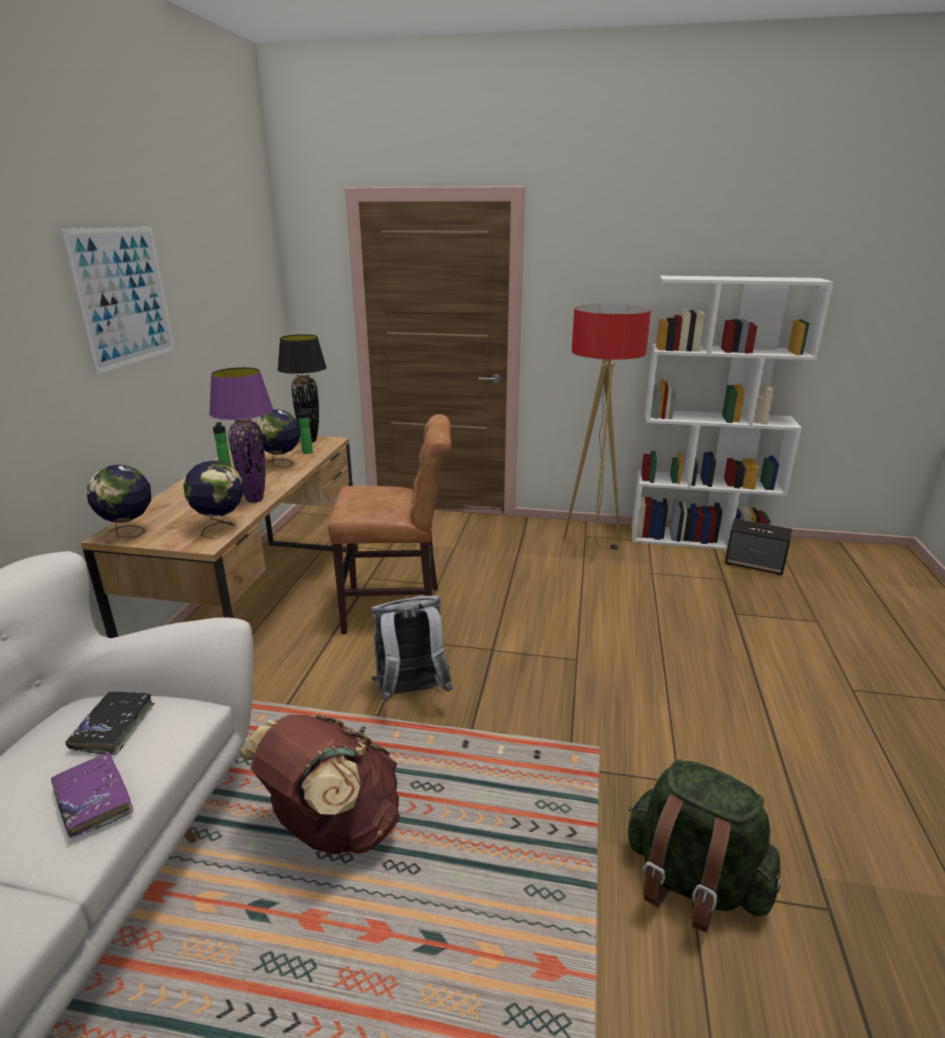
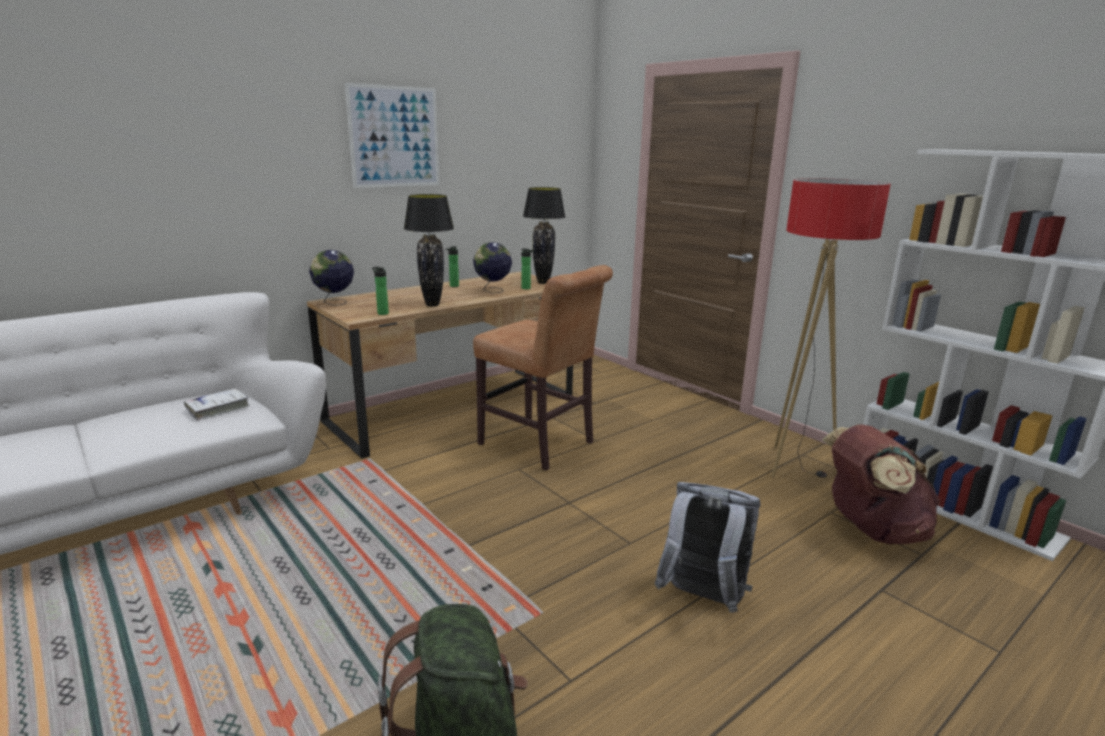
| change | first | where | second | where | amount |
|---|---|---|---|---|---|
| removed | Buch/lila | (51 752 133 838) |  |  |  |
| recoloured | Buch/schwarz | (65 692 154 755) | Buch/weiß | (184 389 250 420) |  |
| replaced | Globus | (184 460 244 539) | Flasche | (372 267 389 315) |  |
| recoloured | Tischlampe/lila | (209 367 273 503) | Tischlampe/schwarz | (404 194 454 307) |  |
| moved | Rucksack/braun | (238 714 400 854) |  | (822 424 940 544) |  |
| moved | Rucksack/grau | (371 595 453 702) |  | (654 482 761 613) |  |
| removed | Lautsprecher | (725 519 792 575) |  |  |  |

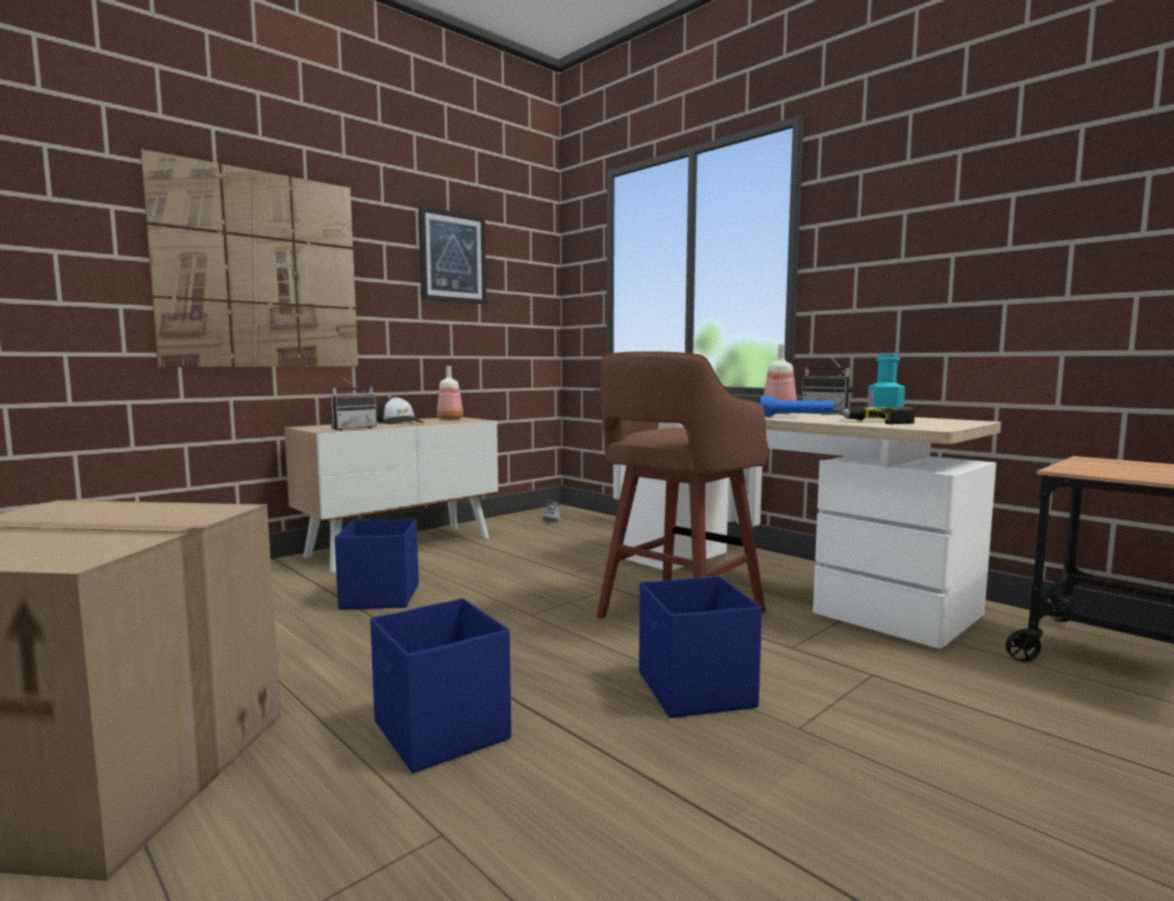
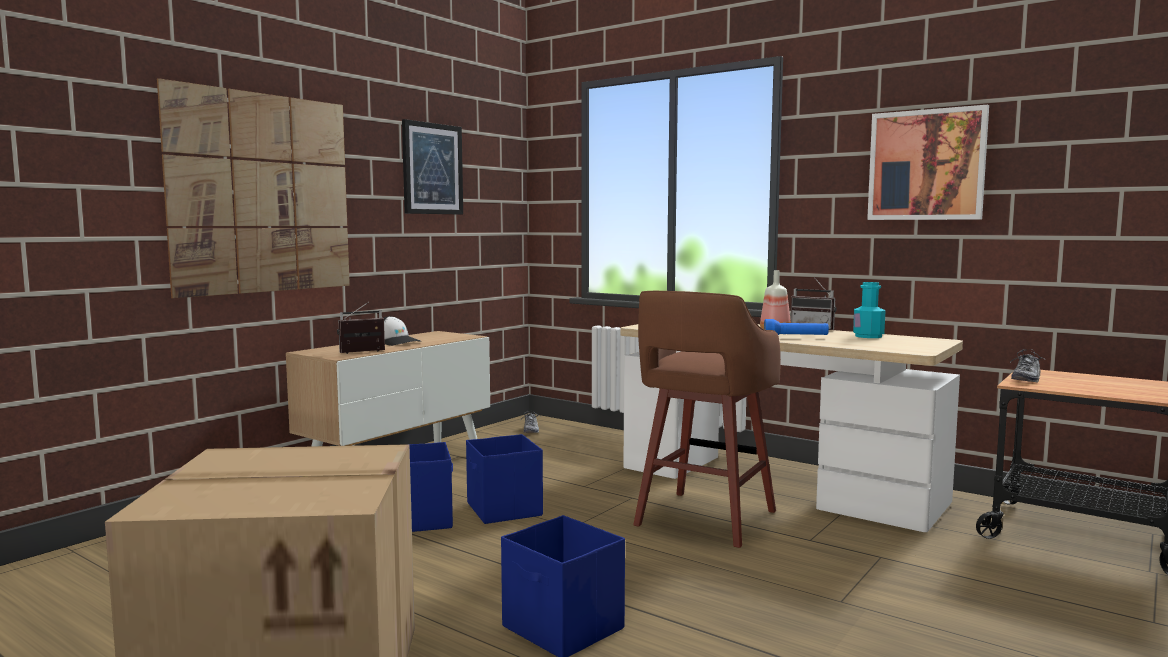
| change | first | where | second | where | amount |
|---|---|---|---|---|---|
| turned | Radio | (330 376 377 430) |  | (337 302 385 354) | 150 degrees counterclockwise |
| removed | Flasche | (437 366 463 420) |  |  |  |
| moved | Aufbewahrungsbox/blau | (639 576 762 718) |  | (466 434 543 524) |  |
| removed | Bohrmaschine | (822 406 915 424) |  |  |  |
| added |  |  | Bild | (867 105 989 220) |  |
| added |  |  | Schuh | (1011 349 1046 382) |  |

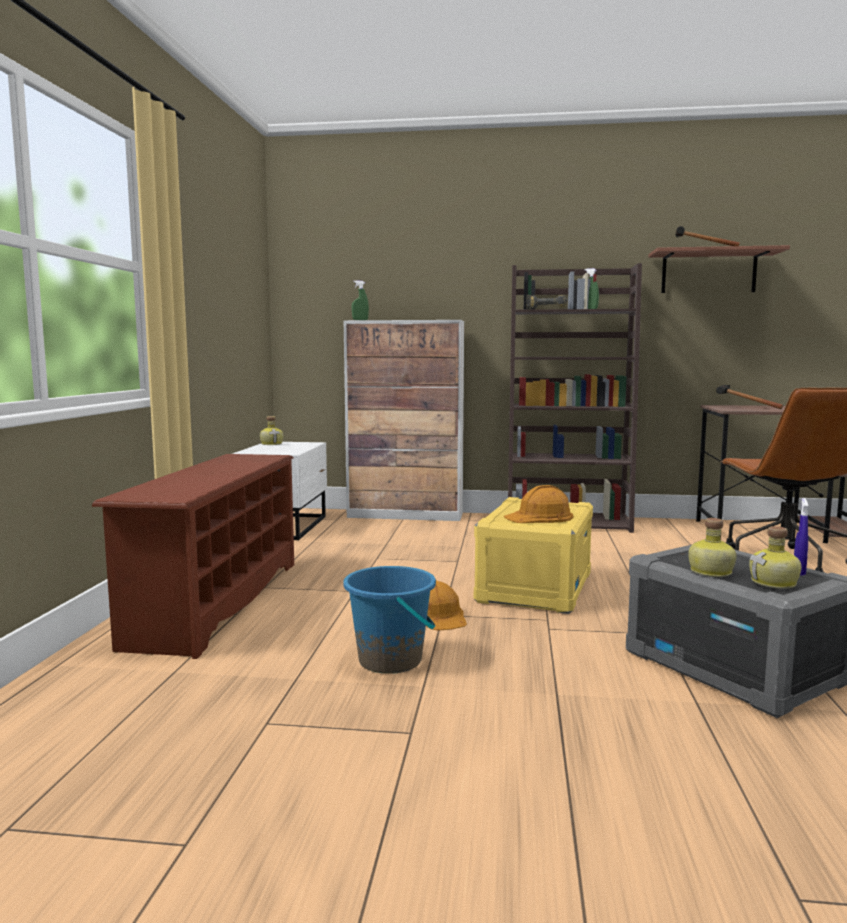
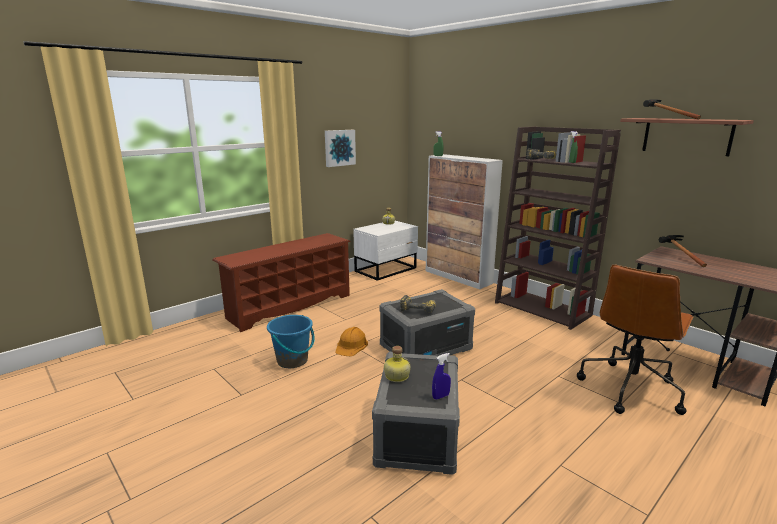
| change | first | where | second | where | amount |
|---|---|---|---|---|---|
| recoloured | Aufbewahrungsbox/gelb | (474 497 593 614) | Aufbewahrungsbox/grau | (379 289 475 356) |  |
| replaced | Schutzhelm/orange | (504 485 573 523) | Bohrmaschine | (400 295 436 313) |  |
| removed | Flasche | (749 526 802 589) |  |  |  |
| added |  |  | Bild | (325 130 356 167) |  |

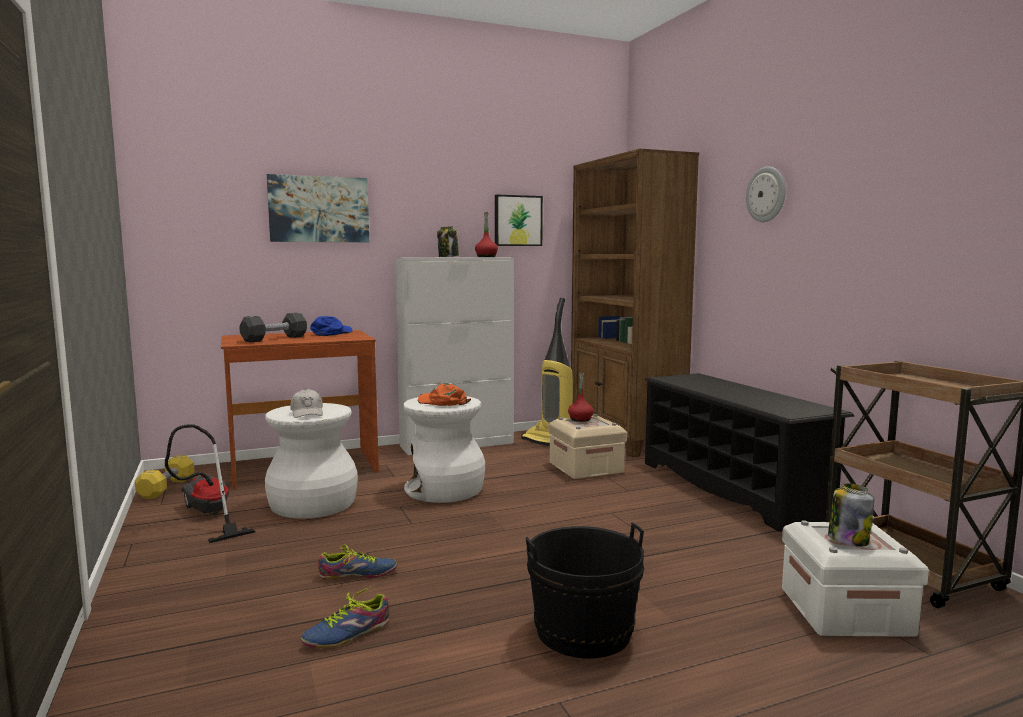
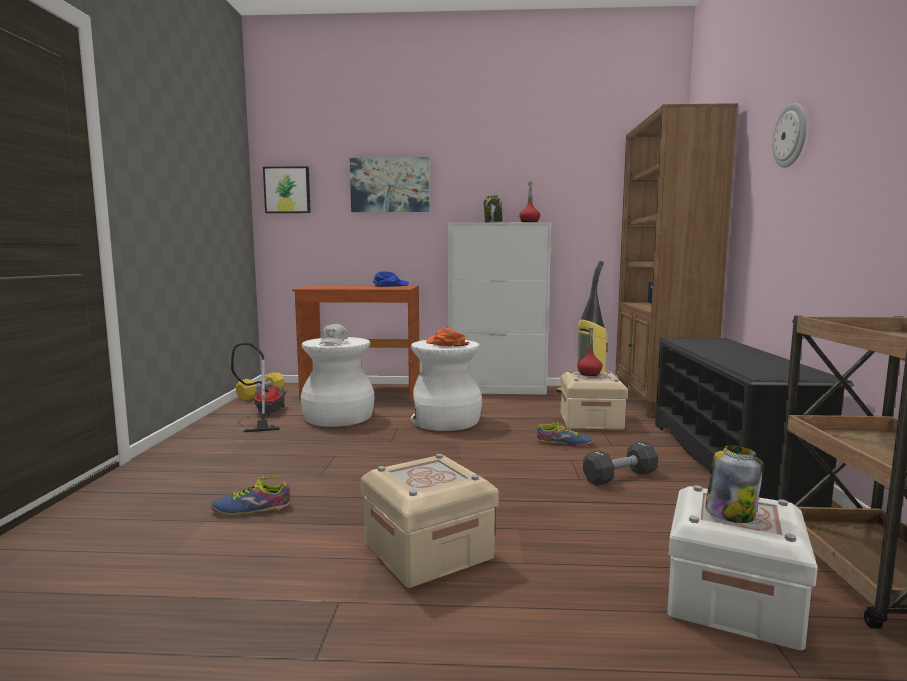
| change | first | where | second | where | amount |
|---|---|---|---|---|---|
| moved | Hantel/schwarz | (239 313 307 343) |  | (583 442 658 486) |  |
| moved | Schuh | (318 545 397 580) |  | (537 421 594 447) |  |
| moved | Bild | (495 195 543 246) |  | (263 166 311 213) |  |
| replaced | Eimer/schwarz | (526 523 644 659) | Aufbewahrungsbox/beige | (361 454 499 588) |  |

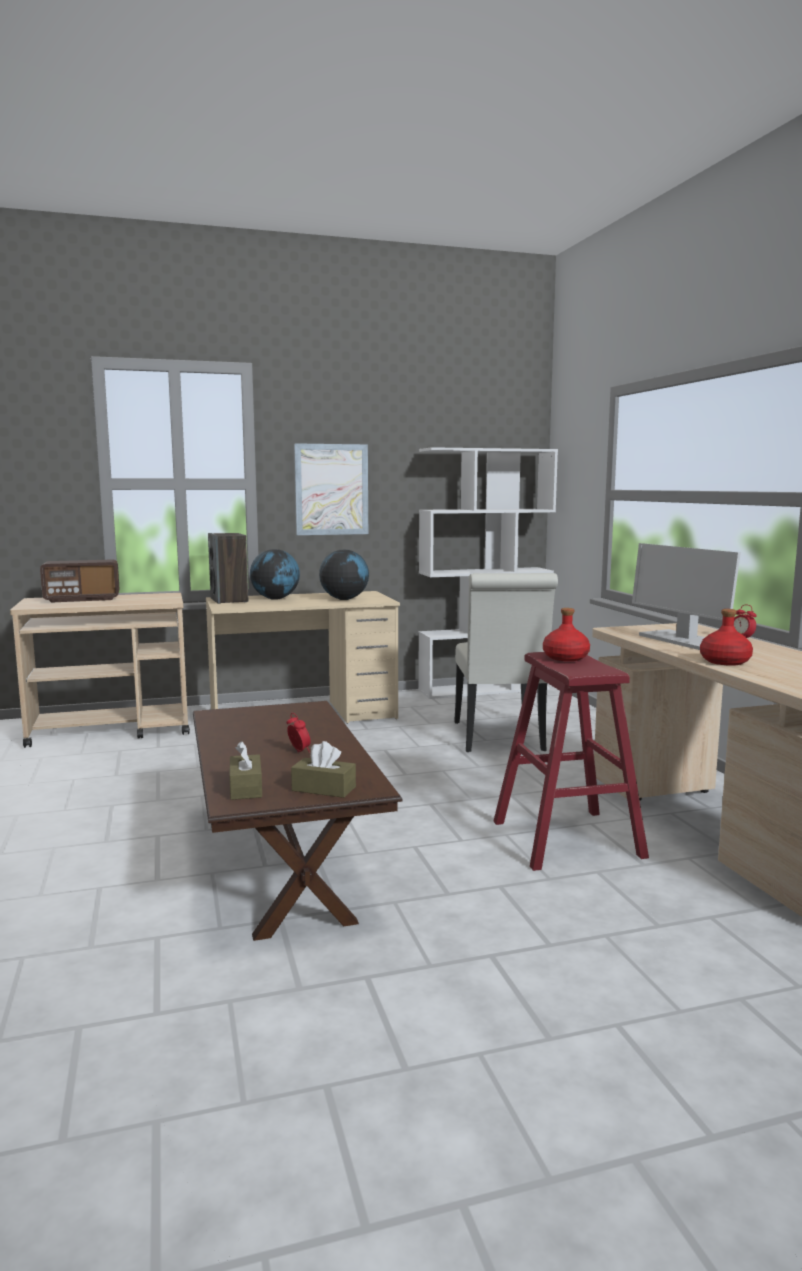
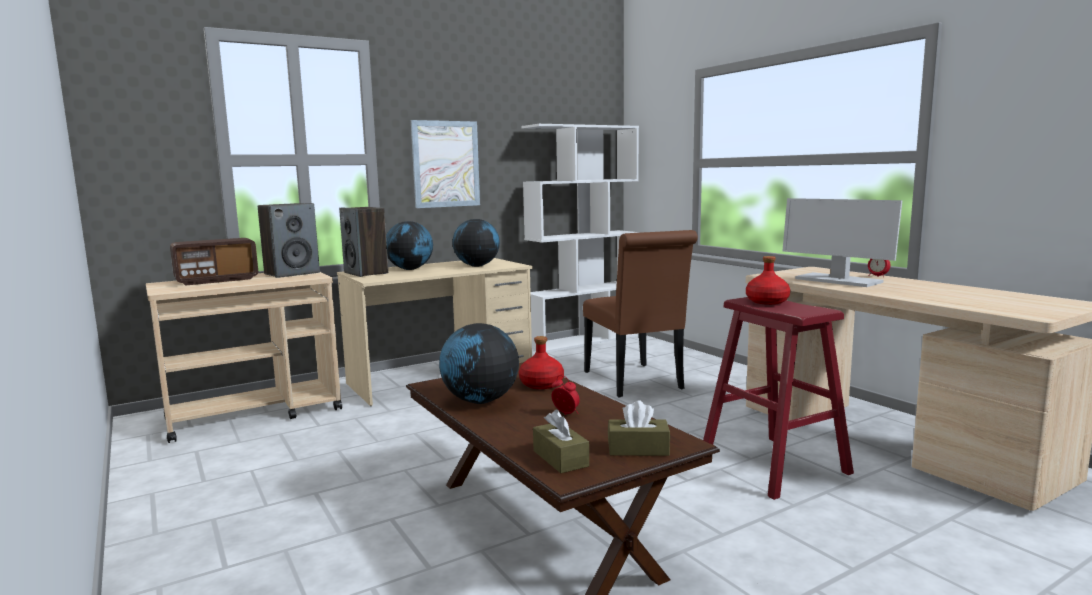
| change | first | where | second | where | amount |
|---|---|---|---|---|---|
| recoloured | Stuhl/weiß | (454 573 558 752) | Stuhl/braun | (583 230 698 398) |  |
| moved | Flasche/rot | (700 609 753 666) |  | (519 336 564 389) |  |
| added |  |  | Lautsprecher | (258 203 320 278) |  |
| added |  |  | Globus | (439 323 519 404) |  |

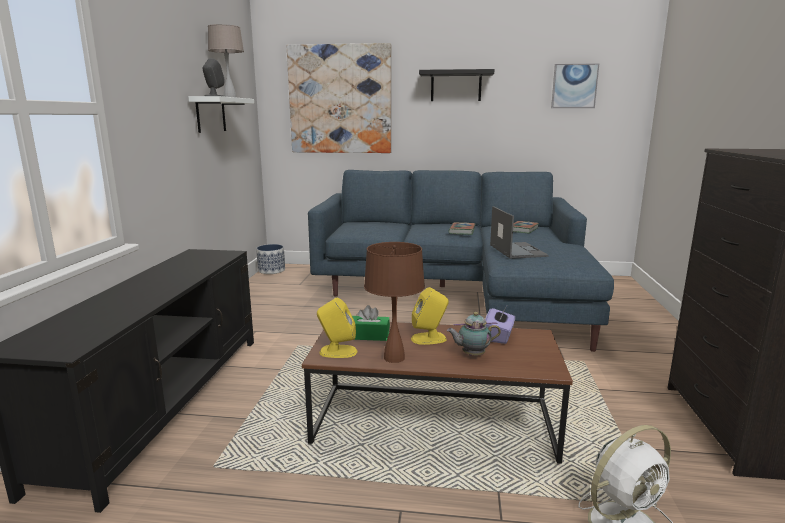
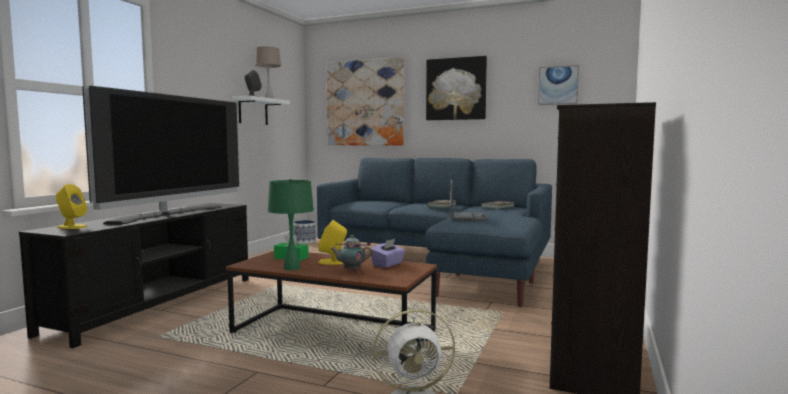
| change | first | where | second | where | amount |
|---|---|---|---|---|---|
| moved | Lautsprecher/gelb | (317 298 357 358) |  | (56 184 87 229) |  |
| recoloured | Tischlampe/braun | (364 242 425 363) | Tischlampe/grün | (268 179 314 270) |  |
| replaced | Wandregal/schwarz | (419 69 494 101) | Bild | (426 56 487 120) |  |
| added |  |  | Fernseher | (82 86 239 224) |  |

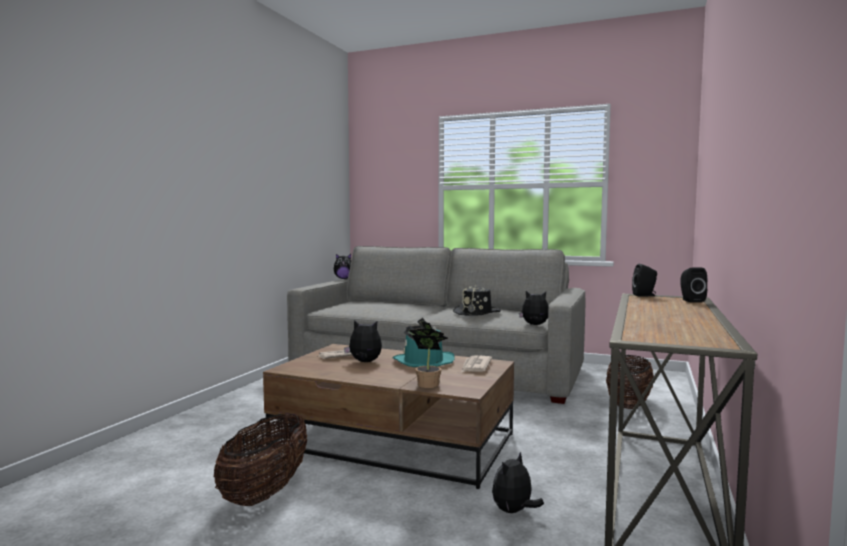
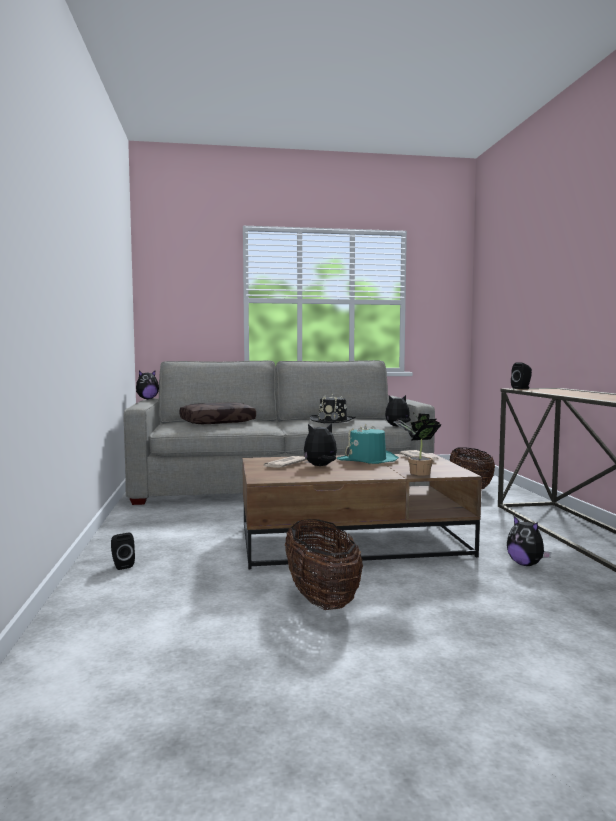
| change | first | where | second | where | amount |
|---|---|---|---|---|---|
| turned | Plüschtier | (492 452 544 513) |  | (507 516 551 566) | 45 degrees counterclockwise |
| moved | Lautsprecher/schwarz | (681 268 707 303) |  | (111 533 135 570) |  |
| added |  |  | Kissen/braun | (180 402 256 424) |  |

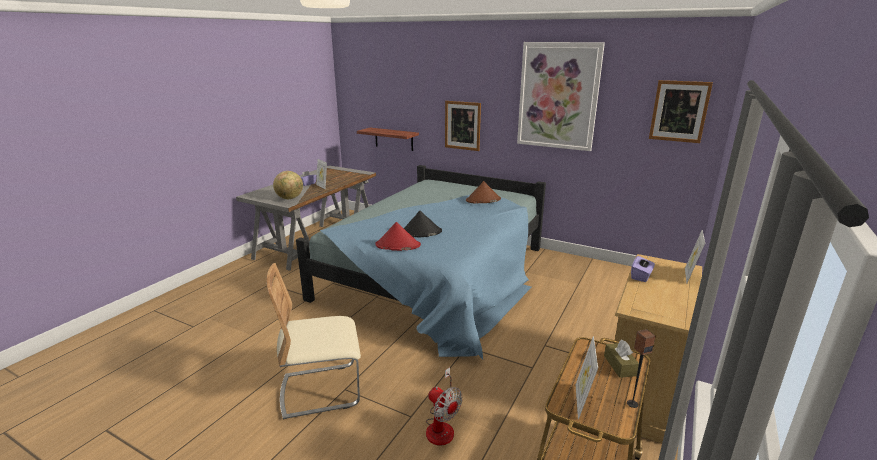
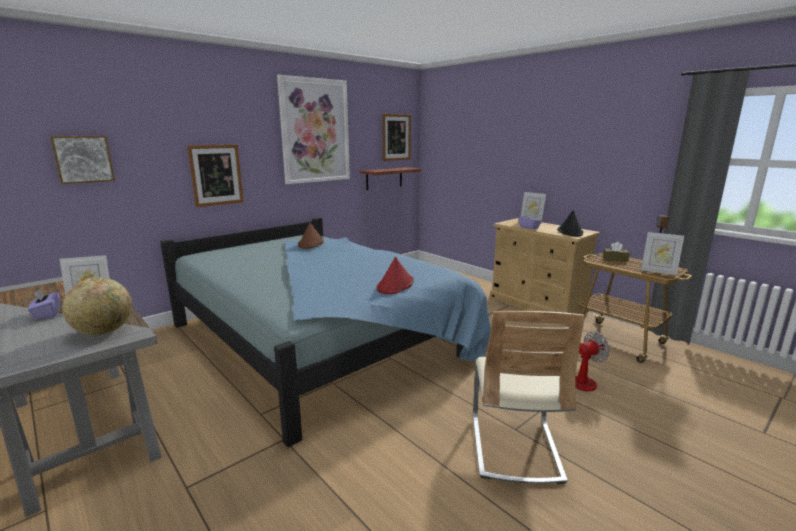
| change | first | where | second | where | amount |
|---|---|---|---|---|---|
| moved | Wandregal | (357 128 419 151) |  | (360 167 422 190) |  |
| moved | Hut/schwarz | (404 211 442 237) |  | (557 210 583 236) |  |
| added |  |  | Bild | (50 136 115 184) |  |

